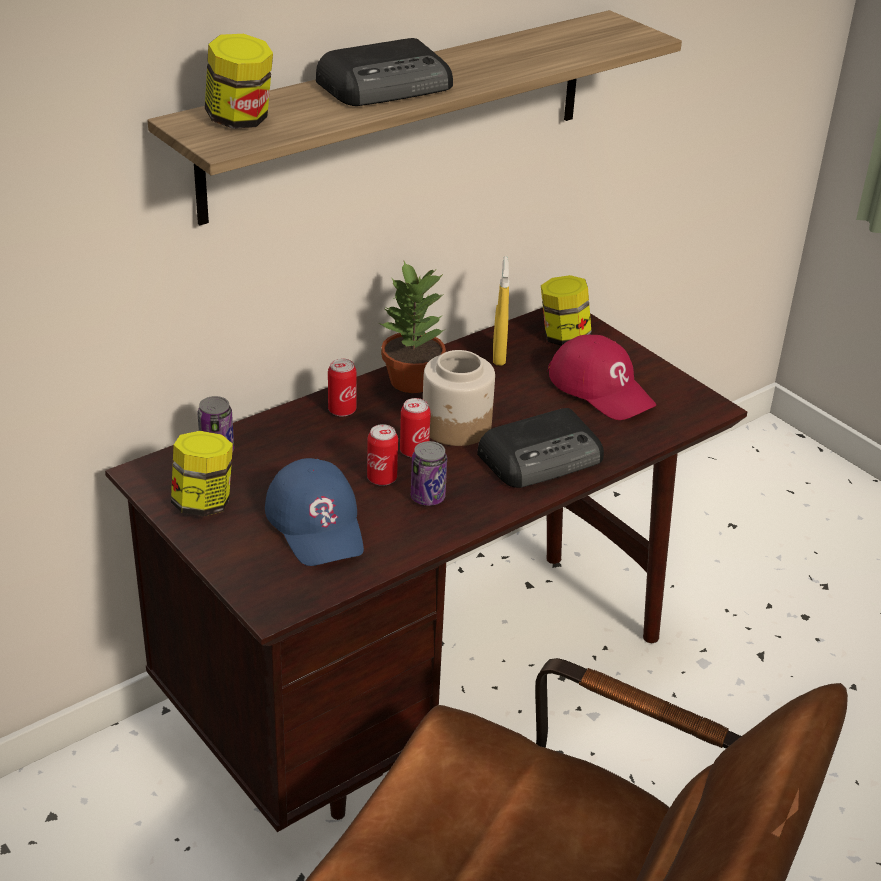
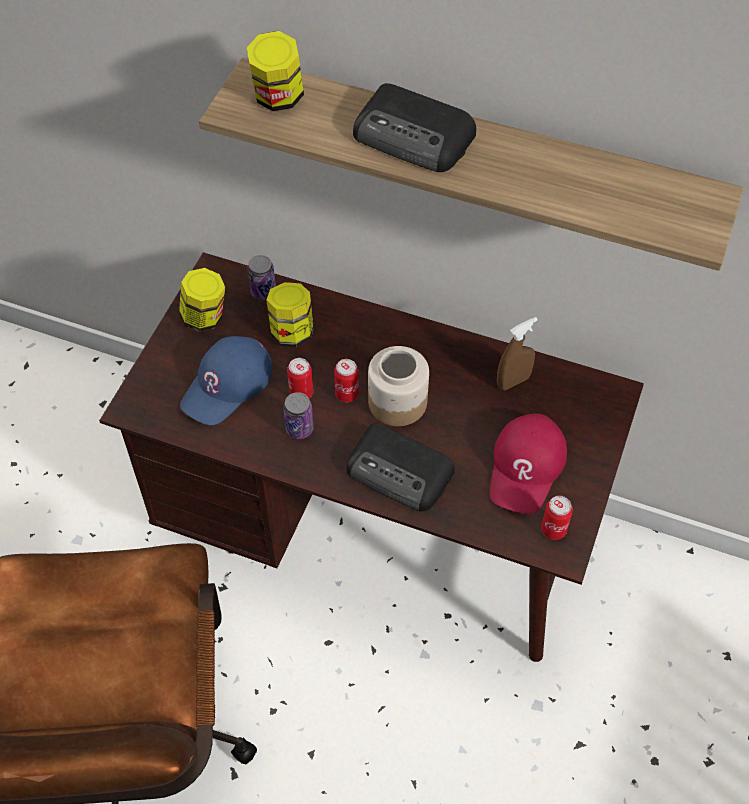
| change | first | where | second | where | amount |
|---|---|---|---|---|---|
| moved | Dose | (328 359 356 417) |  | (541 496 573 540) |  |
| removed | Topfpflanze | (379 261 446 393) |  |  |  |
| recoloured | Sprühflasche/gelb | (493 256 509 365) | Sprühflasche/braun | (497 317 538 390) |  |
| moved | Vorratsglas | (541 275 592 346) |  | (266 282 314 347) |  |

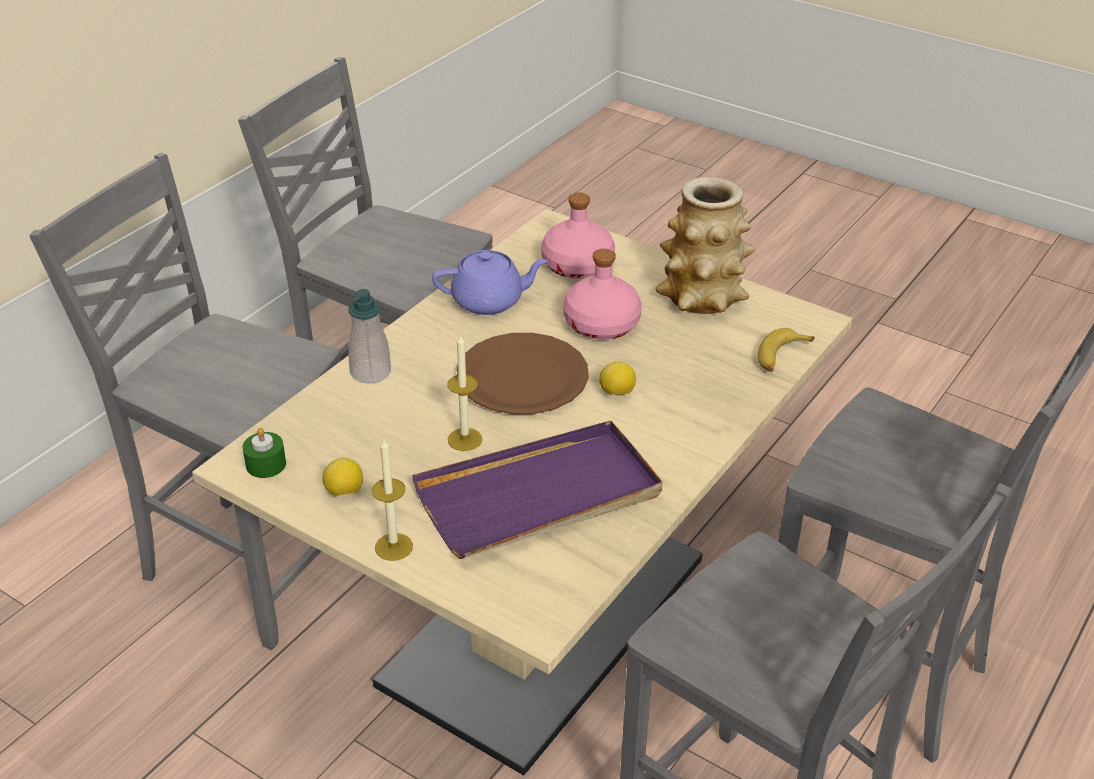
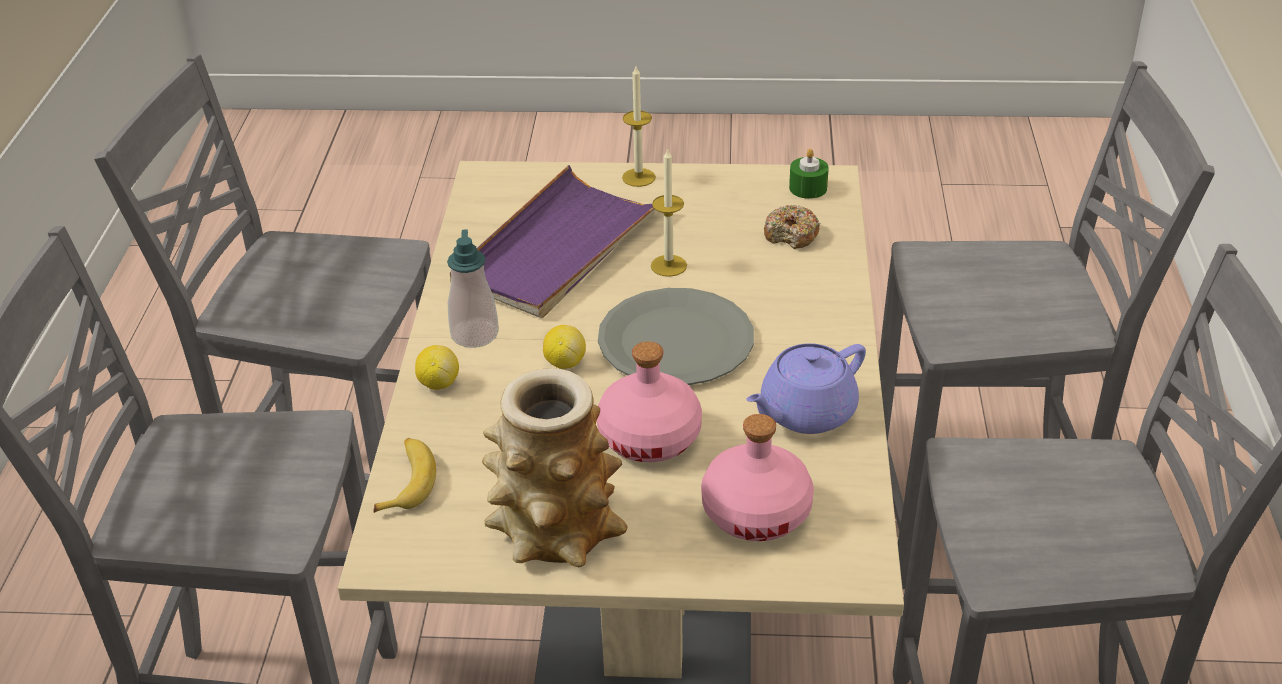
| change | first | where | second | where | amount |
|---|---|---|---|---|---|
| moved | Zitrone | (323 458 363 496) |  | (415 345 459 390) |  |
| moved | Seifenspender | (348 289 391 384) |  | (447 229 499 348) |  |
| recoloured | Teller/braun | (457 333 589 414) | Teller/grau | (598 288 754 385) |  |
| added |  |  | Donut | (764 205 820 249) |  |

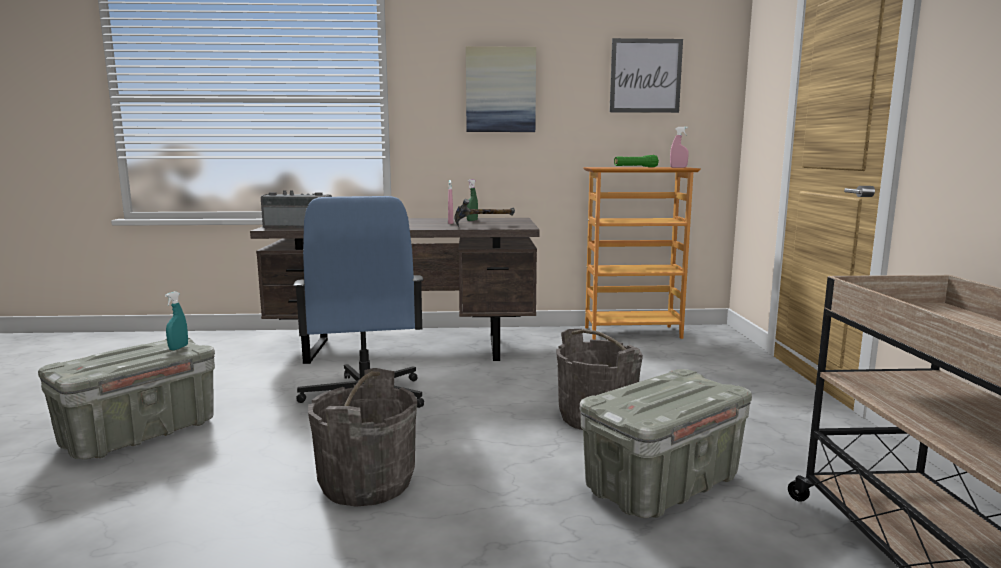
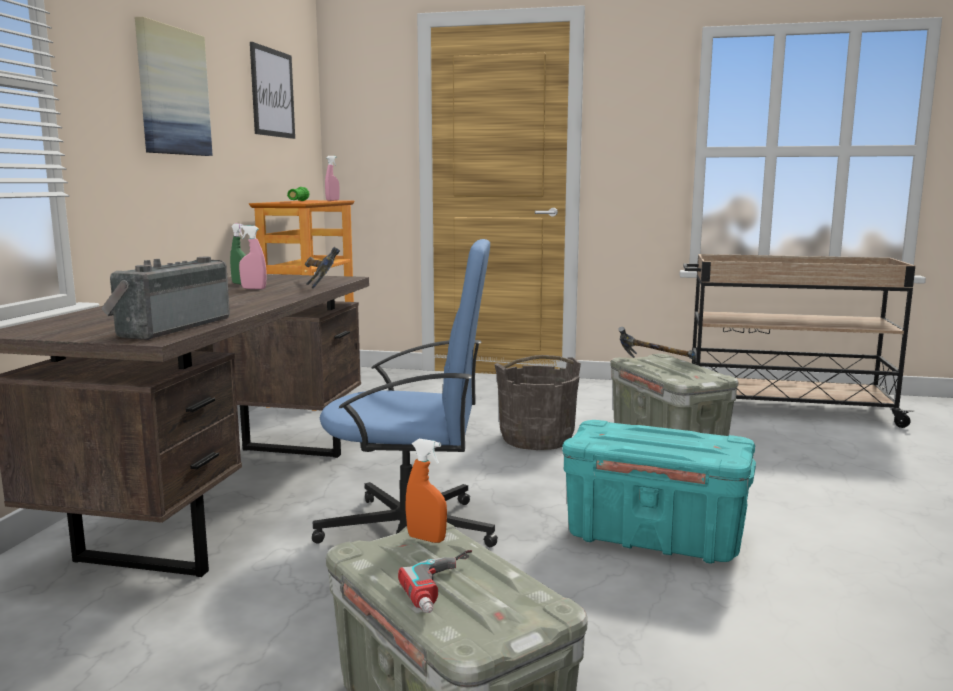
| change | first | where | second | where | amount |
|---|---|---|---|---|---|
| recoloured | Sprühflasche/türkis | (165 291 188 350) | Sprühflasche/orange | (405 439 447 543) |  |
| replaced | Eimer/grau | (308 368 417 507) | Aufbewahrungsbox/türkis | (562 420 756 564) |  |
| added |  |  | Bohrmaschine | (398 550 472 613) |  |
| added |  |  | Hammer | (618 327 696 360) |  |

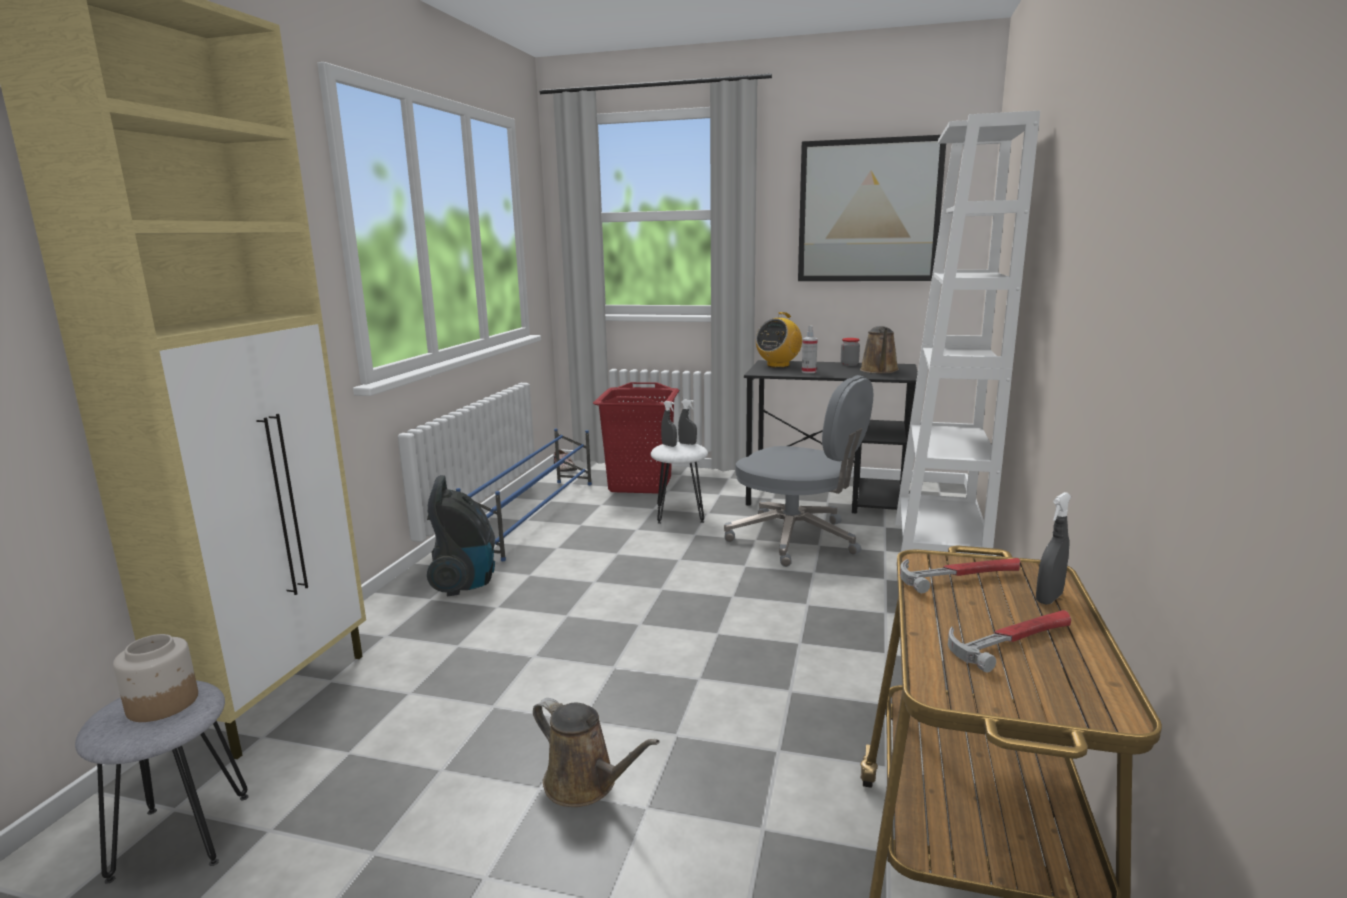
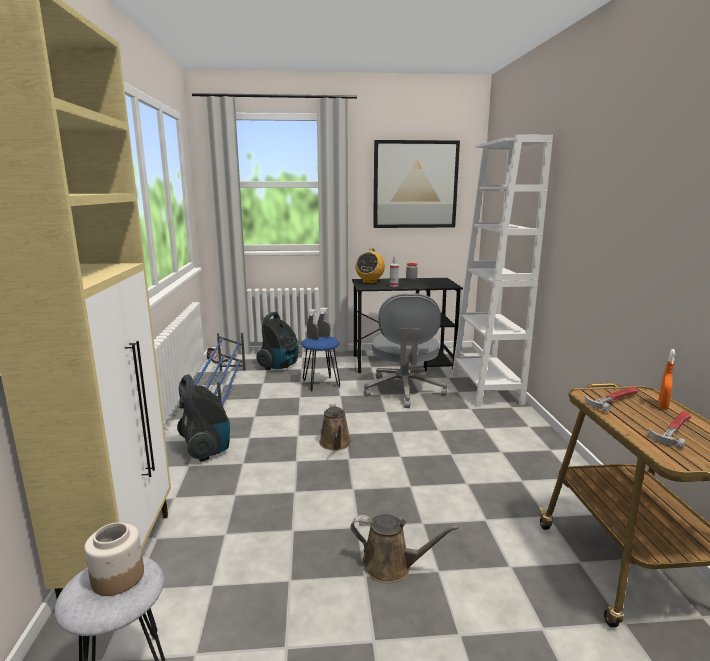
| change | first | where | second | where | amount |
|---|---|---|---|---|---|
| replaced | Wäschekorb/rot | (593 382 679 494) | Staubsauger | (256 312 299 370) |  |
| recoloured | Hocker/weiß | (651 442 708 524) | Hocker/blau | (301 336 340 392) |  |
| turned | Bürostuhl/grau | (724 375 873 567) |  | (364 293 447 408) | 75 degrees clockwise |
| moved | Gießkanne/braun | (860 326 899 374) |  | (319 403 351 450) |  |
| recoloured | Sprühflasche/grau | (1036 492 1071 605) | Sprühflasche/orange | (658 349 676 409) |  |

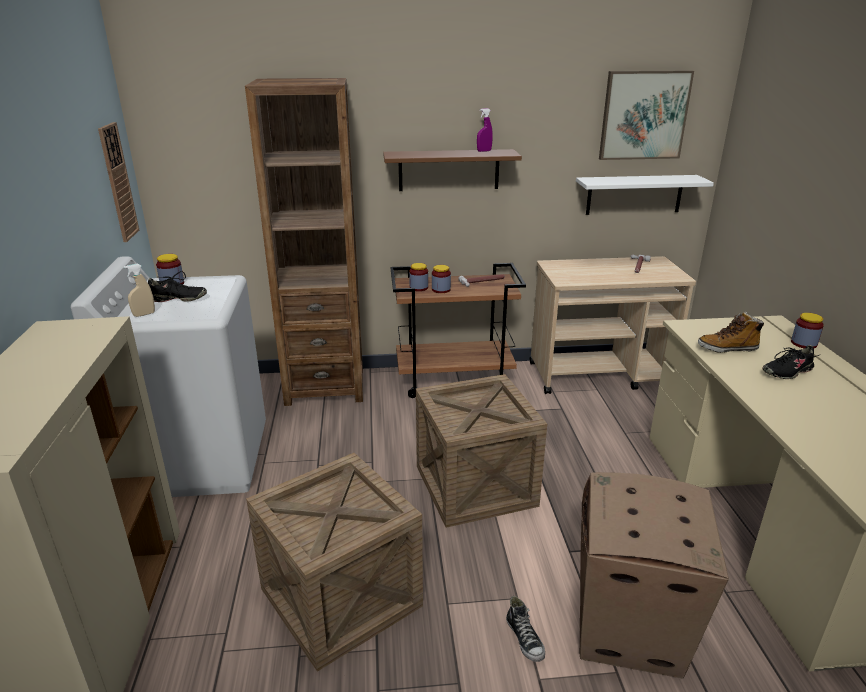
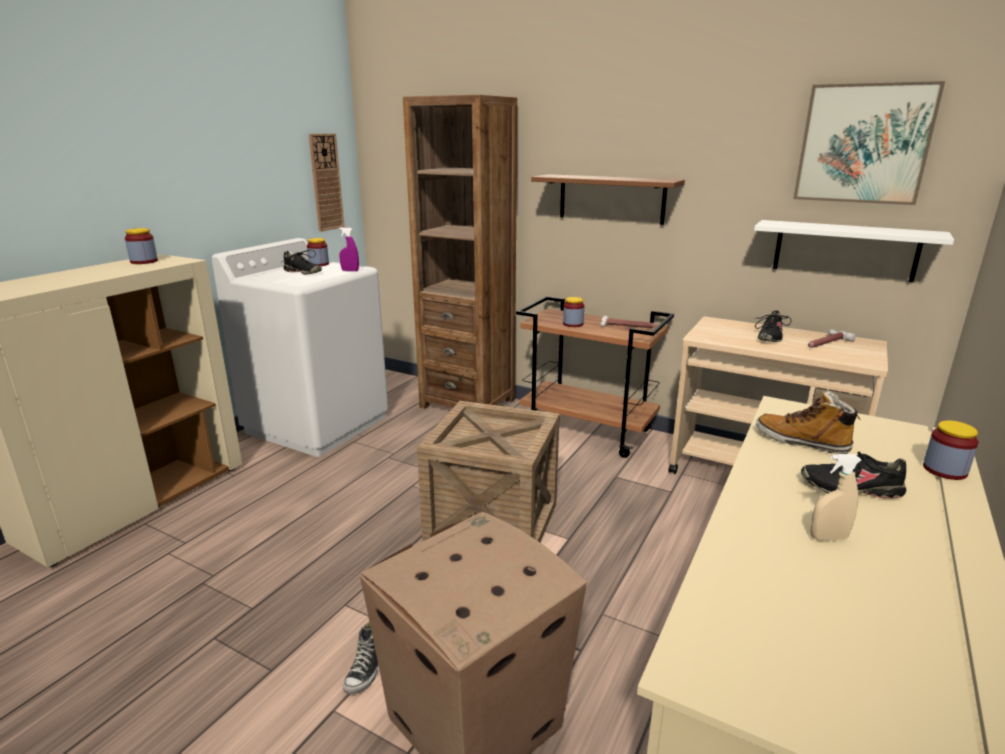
| change | first | where | second | where | amount |
|---|---|---|---|---|---|
| moved | Sprühflasche/beige | (124 264 155 317) |  | (811 454 862 540) |  |
| removed | Kiste | (246 453 423 672) |  |  |  |
| moved | Vorratsglas | (409 263 428 291) |  | (125 228 158 264) |  |
| moved | Sprühflasche/lila | (477 108 493 152) |  | (339 227 359 271) |  |
| added |  |  | Schuh/schwarz | (754 310 791 342) |  |

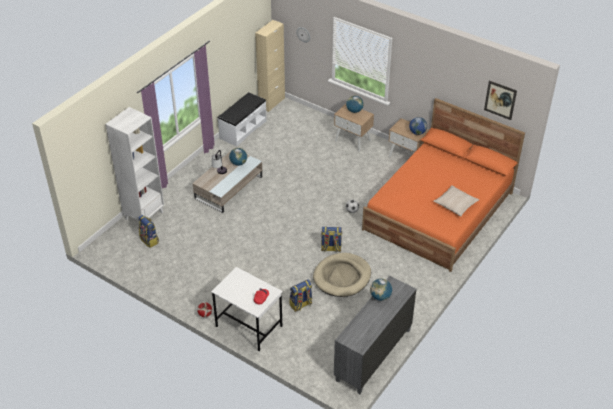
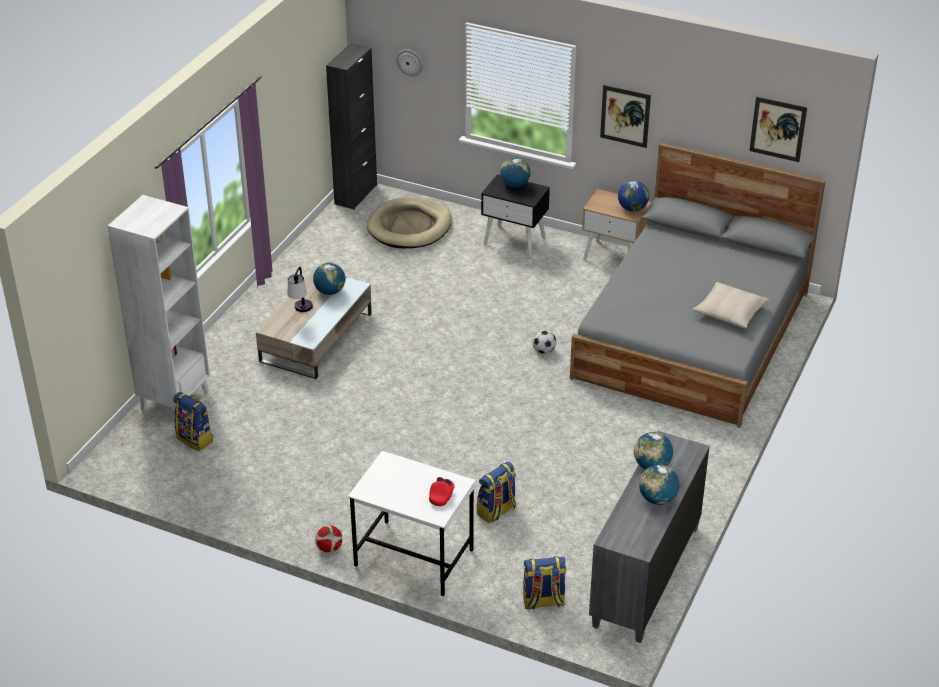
| change | first | where | second | where | amount |
|---|---|---|---|---|---|
| removed | Bank/weiß | (218 92 267 147) |  |  |  |
| recoloured | Schrank/beige | (255 20 285 112) | Schrank/schwarz | (326 43 377 209) |  |
| moved | Hundebett/beige | (313 253 371 297) |  | (367 196 452 248) |  |
| moved | Rucksack | (321 227 342 252) |  | (523 557 566 610) |  |
| recoloured | Nachttisch/beige | (334 104 374 152) | Nachttisch/schwarz | (481 174 550 257) |  |
| recoloured | Bett/orange | (362 98 525 272) | Bett/grau | (570 143 826 428) |  |
| added |  |  | Bild | (600 85 651 148) |  |
| added |  |  | Globus | (639 464 679 505) |  |

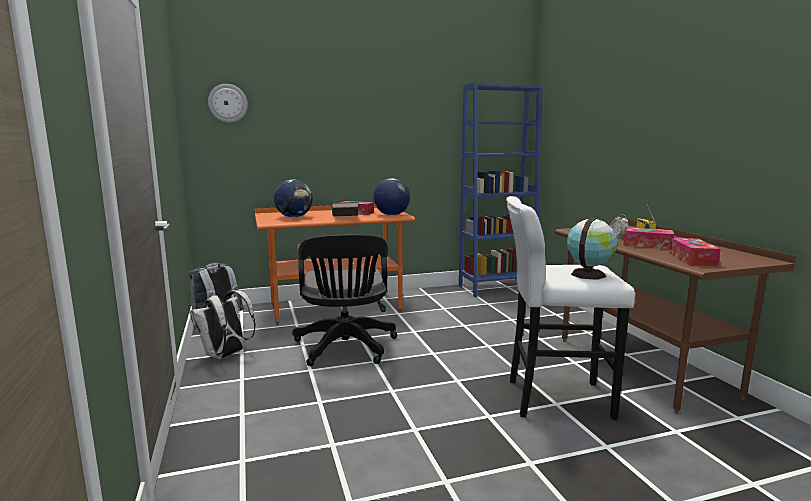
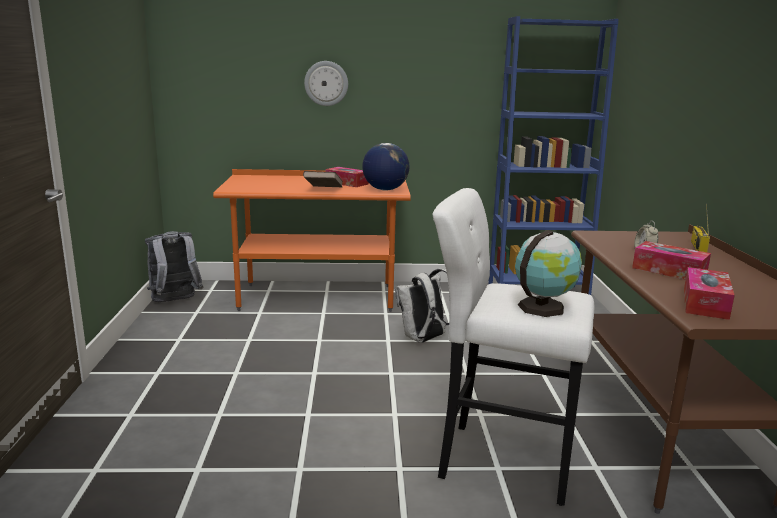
| change | first | where | second | where | amount |
|---|---|---|---|---|---|
| moved | Rucksack/weiß | (190 290 256 359) |  | (395 269 449 343) |  |
| moved | Wanduhr | (208 84 248 123) |  | (304 61 348 106) |  |
| removed | Globus | (274 180 313 218) |  |  |  |
| removed | Bürostuhl/schwarz | (292 234 397 366) |  |  |  |

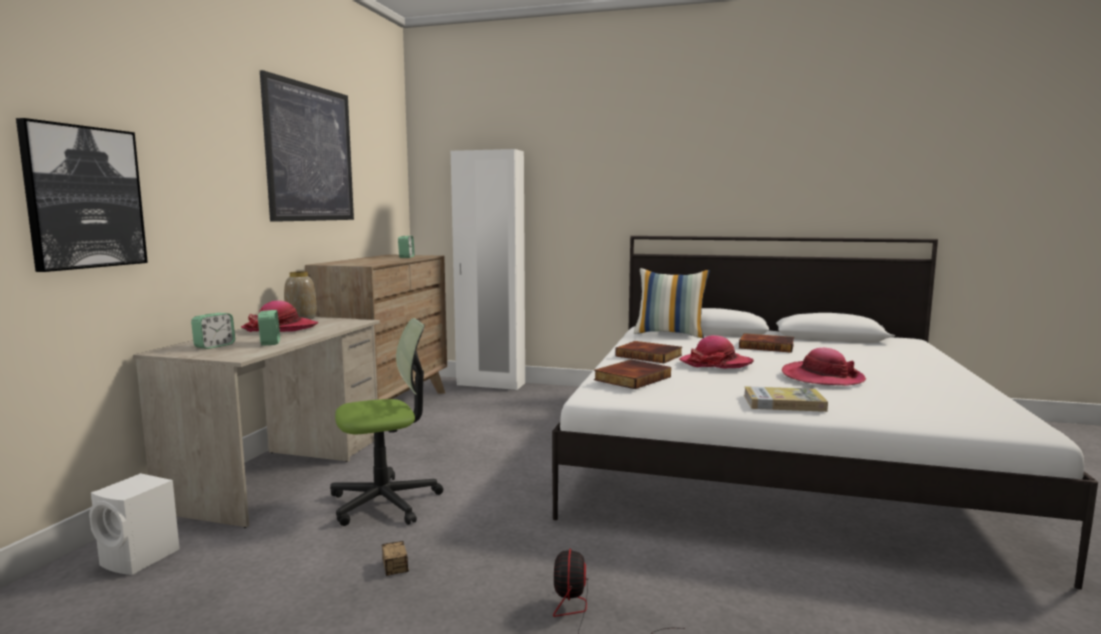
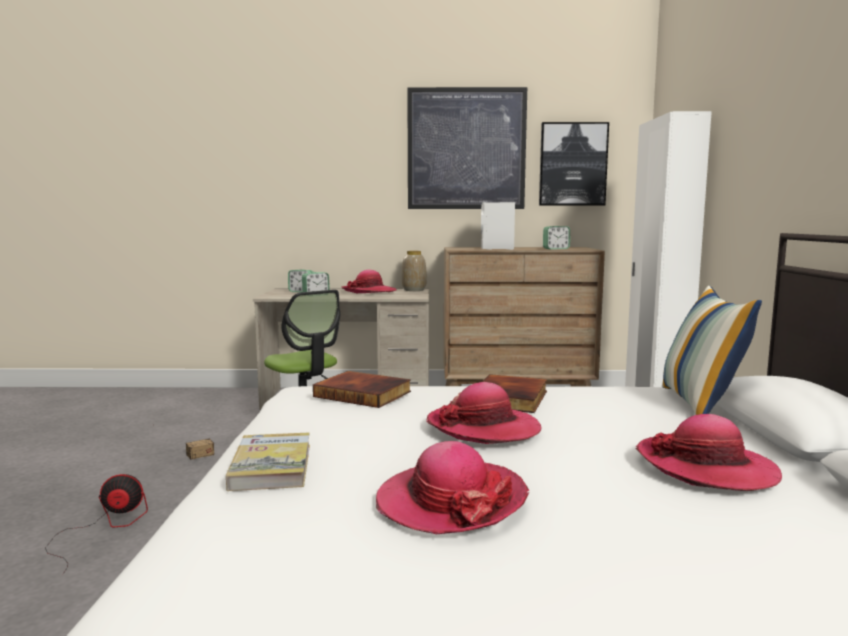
| change | first | where | second | where | amount |
|---|---|---|---|---|---|
| moved | Bild | (16 118 148 272) |  | (539 122 609 205) |  |
| moved | Lautsprecher/weiß | (89 473 180 575) |  | (481 202 515 250) |  |
| replaced | Buch | (739 333 794 353) | Hut | (635 414 782 491) |  |

